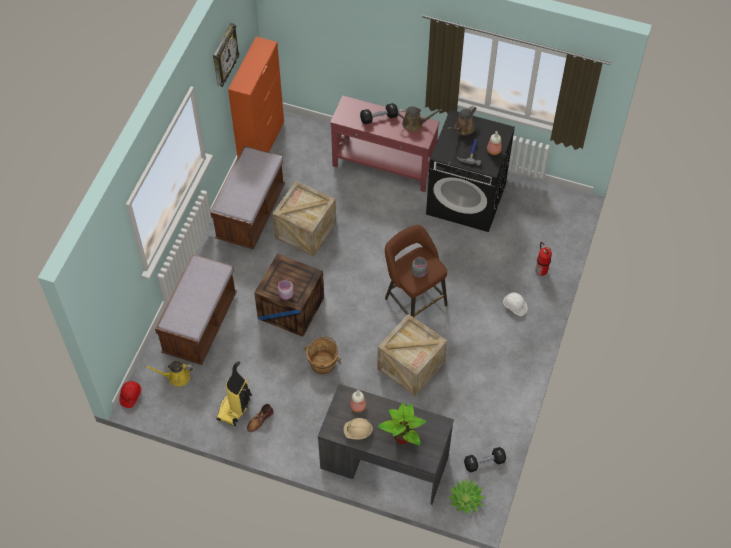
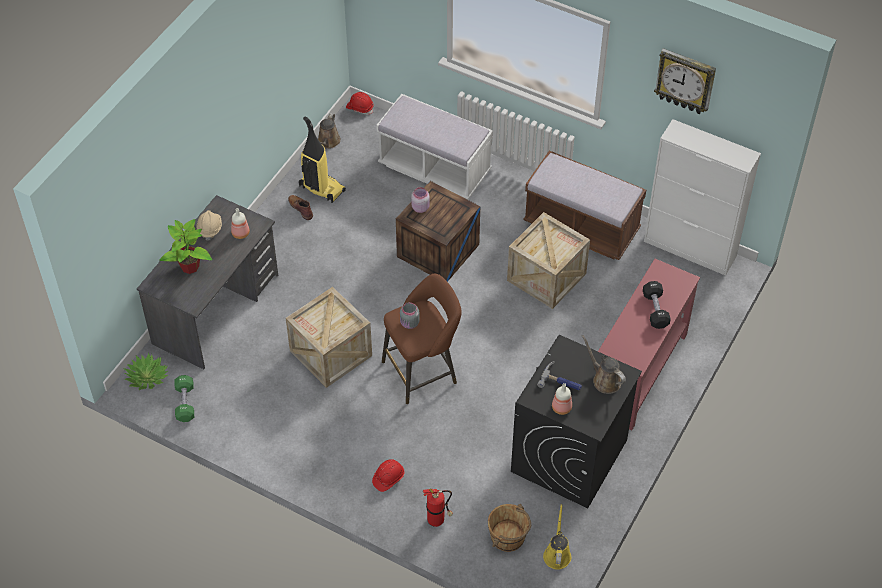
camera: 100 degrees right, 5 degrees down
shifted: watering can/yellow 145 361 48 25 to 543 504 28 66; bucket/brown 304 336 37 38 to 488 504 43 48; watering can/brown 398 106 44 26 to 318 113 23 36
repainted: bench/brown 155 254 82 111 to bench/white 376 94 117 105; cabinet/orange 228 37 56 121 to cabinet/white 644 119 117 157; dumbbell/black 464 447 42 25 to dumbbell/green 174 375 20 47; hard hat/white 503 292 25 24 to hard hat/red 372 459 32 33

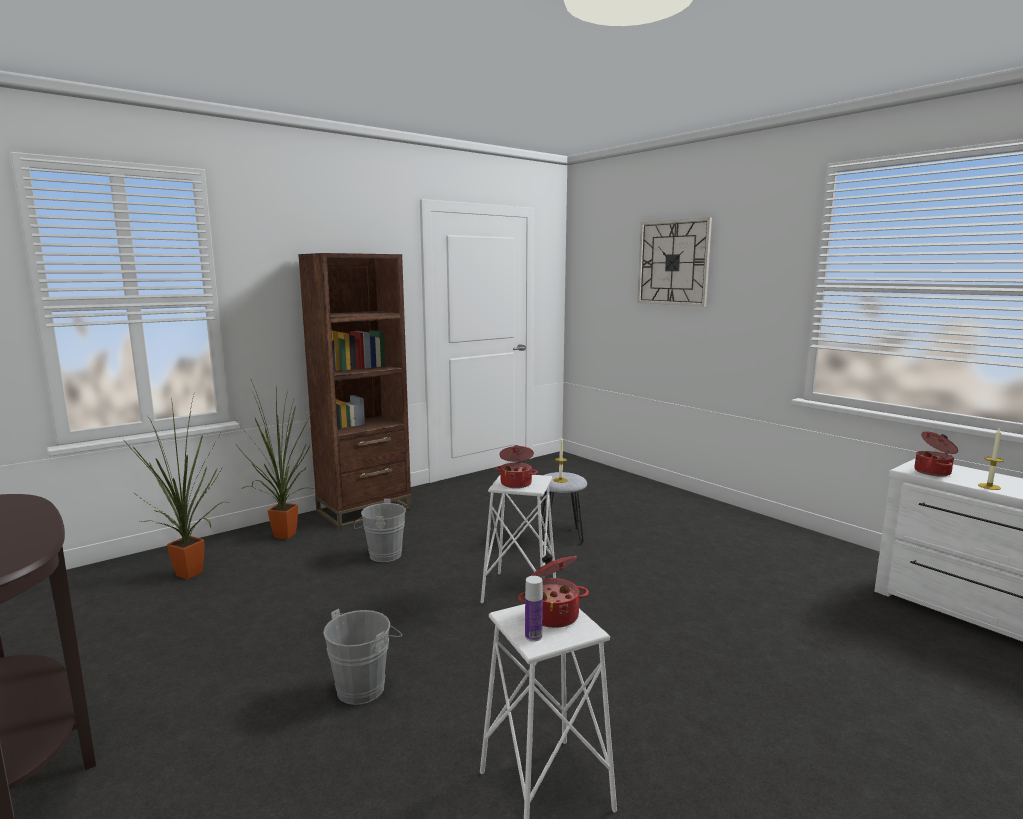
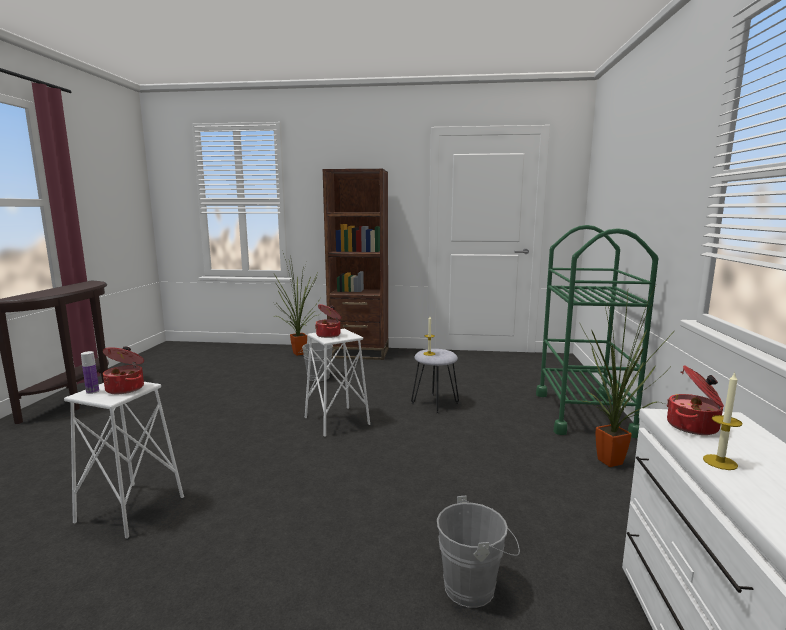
camera: 45 degrees right, 0 degrees up
gone: wall clock 637 217 75 89
new: cart/green 536 225 122 214
shifted: potted plant 125 391 98 188 to 580 285 92 182; bucket/grey 323 609 79 96 to 437 496 83 112

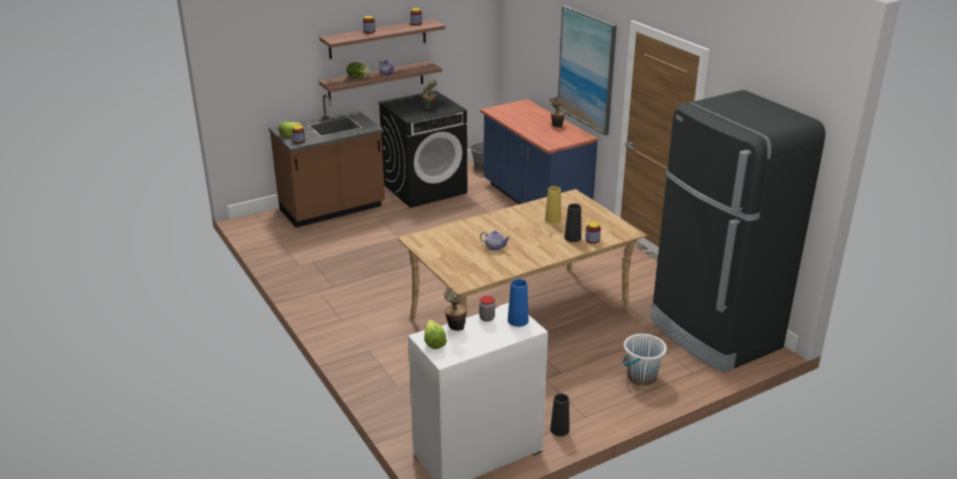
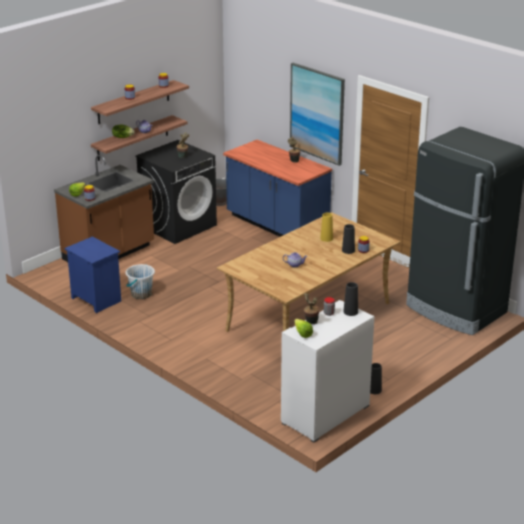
camera: 15 degrees left, 0 degrees up
new: nightstand/blue 65 236 56 77
shifted: bucket/white 622 334 45 52 to 126 264 29 35
repainted: vase/blue 508 279 21 48 to vase/black 343 282 15 34

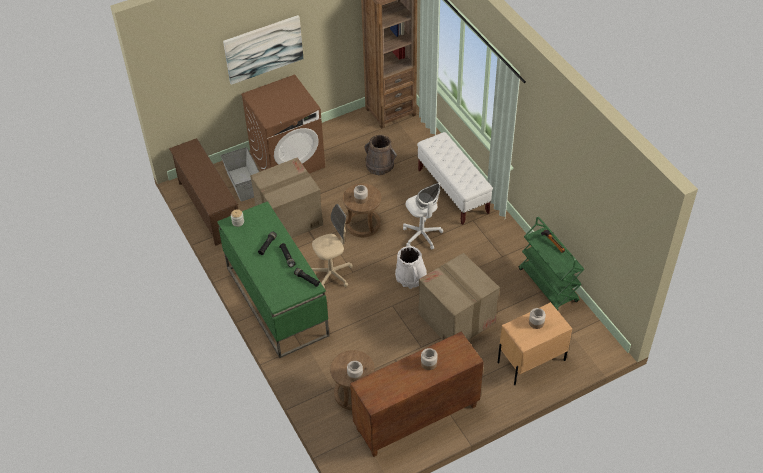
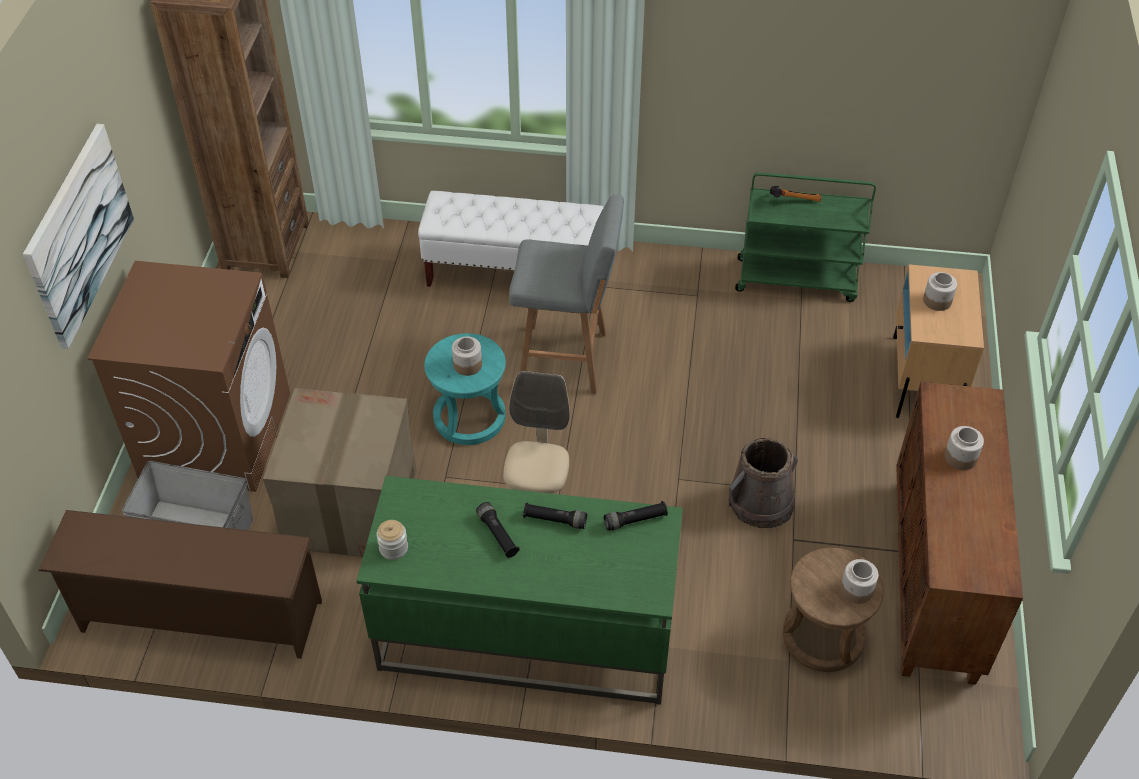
camera: 55 degrees left, 0 degrees up
gone: bucket/white 395 246 32 43; cardboard box 418 253 82 87
shifted: bucket/brown 364 135 33 41 to 728 438 70 90
swapped: office chair/white 403 182 40 68 to stool/grey 509 195 115 199
repainted: stool/brown 343 183 38 54 to stool/turquoise 424 333 82 112

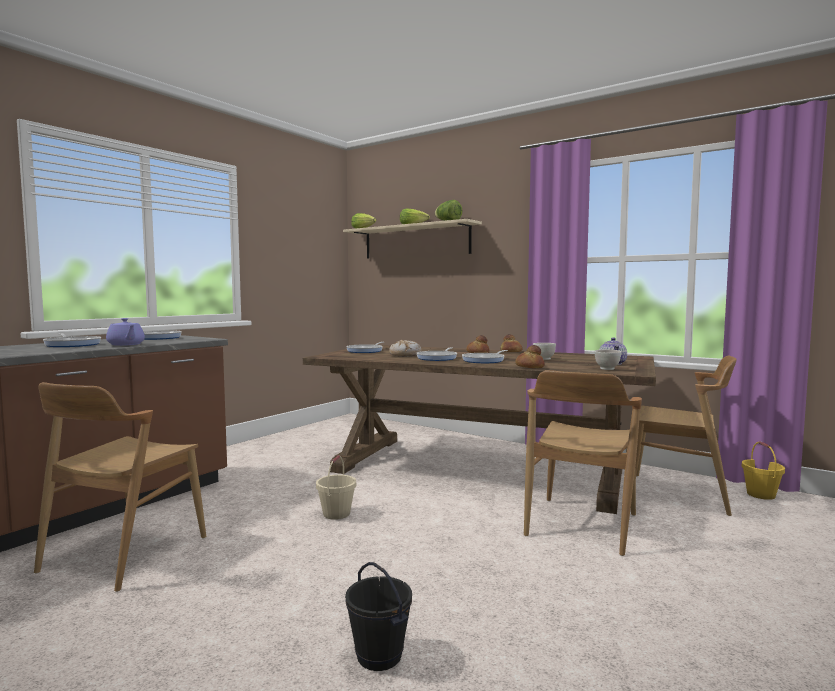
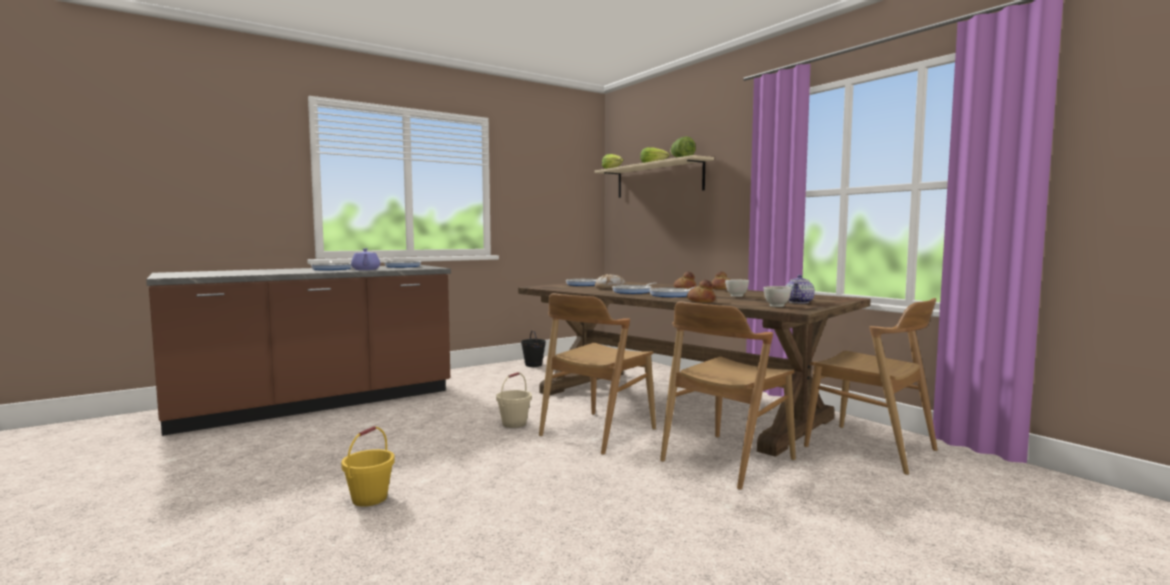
camera: 20 degrees right, 0 degrees up
shifted: chair/brown 34 382 172 210 to 539 293 117 162; bucket/black 345 562 67 109 to 521 330 25 37; bucket/yellow 742 441 43 59 to 341 426 54 81

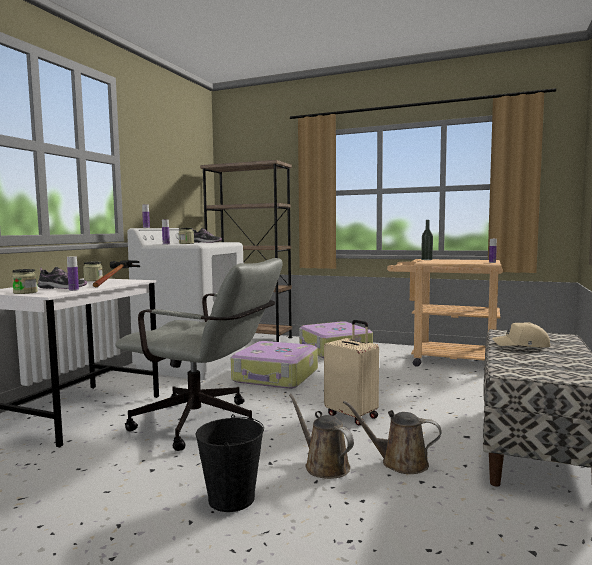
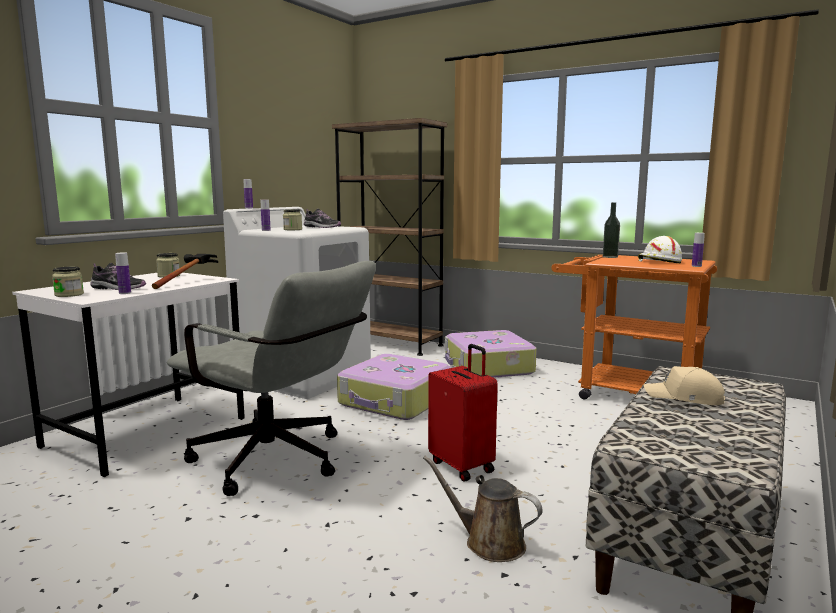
camera: 10 degrees right, 5 degrees up
gone: bucket/black 196 414 68 98; watering can/brown 289 394 65 85
new: hard hat/white 638 236 44 27
repainted: suitcase/beige 324 320 55 105 to suitcase/red 428 344 70 137; cart/beige 387 259 116 108 to cart/orange 551 255 166 145

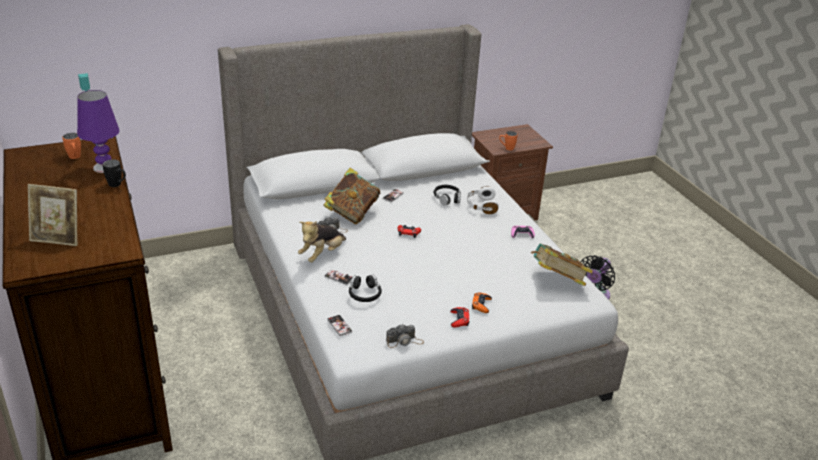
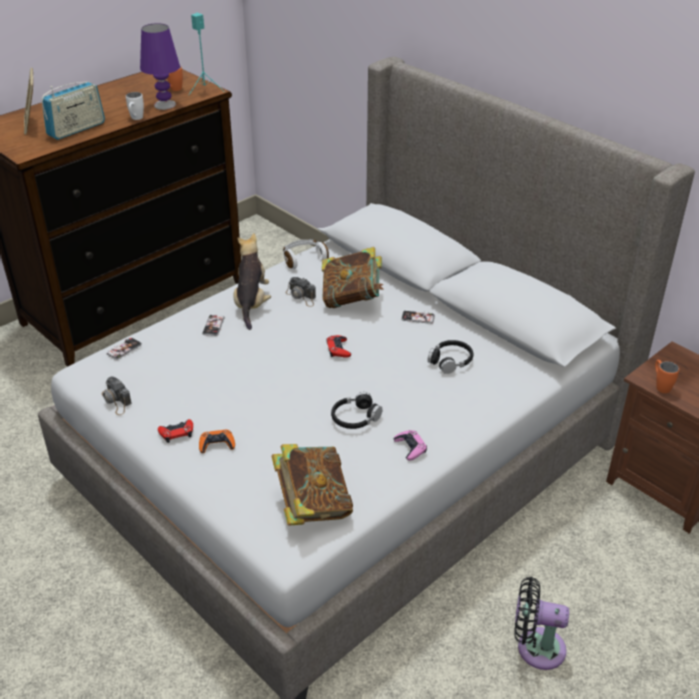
camera: 70 degrees right, 5 degrees up
new: radio 41 82 64 58
shifted: headphones/black 349 275 33 27 to 331 392 52 37; headphones/white 467 186 32 28 to 283 239 46 30
repainted: mug/black 103 159 23 28 to mug/white 126 92 18 28
rotated: plush toy 298 221 48 41 = 233 233 38 97 75 degrees clockwise

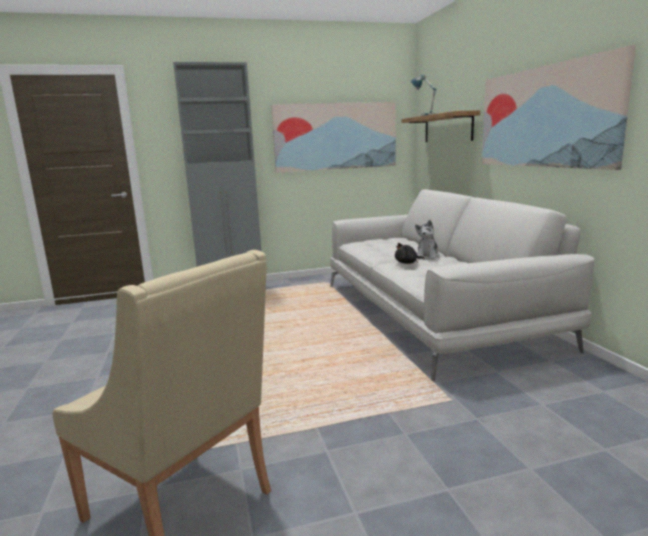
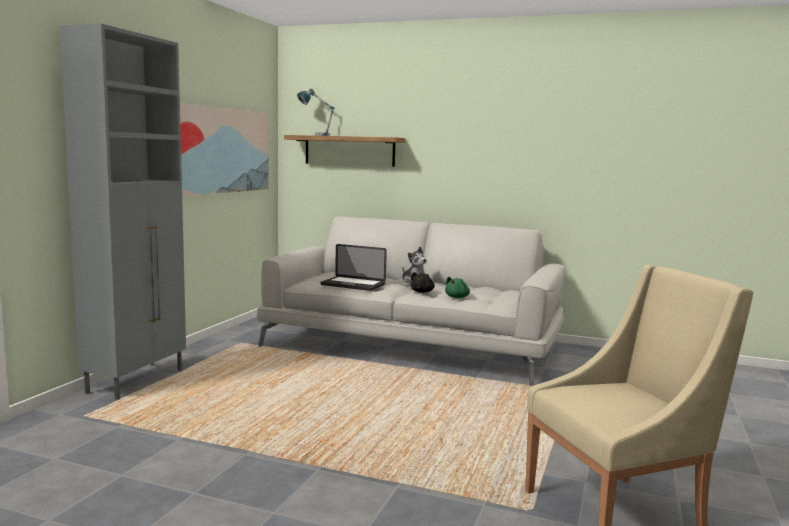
camera: 55 degrees left, 5 degrees down
gone: picture 482 45 154 125
new: laptop 320 244 67 47; plush toy/green 445 277 25 21

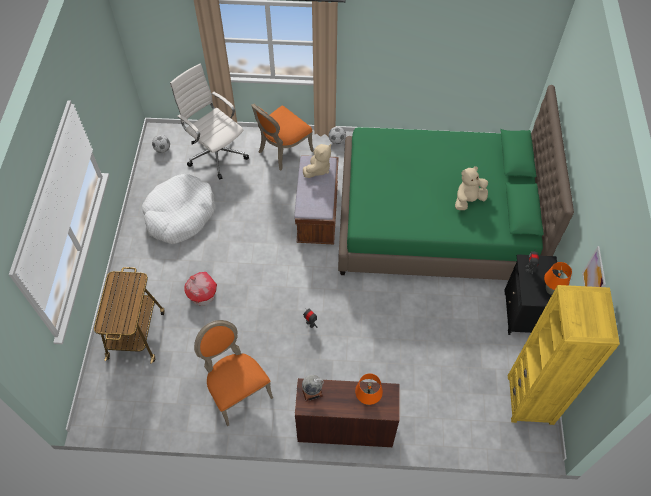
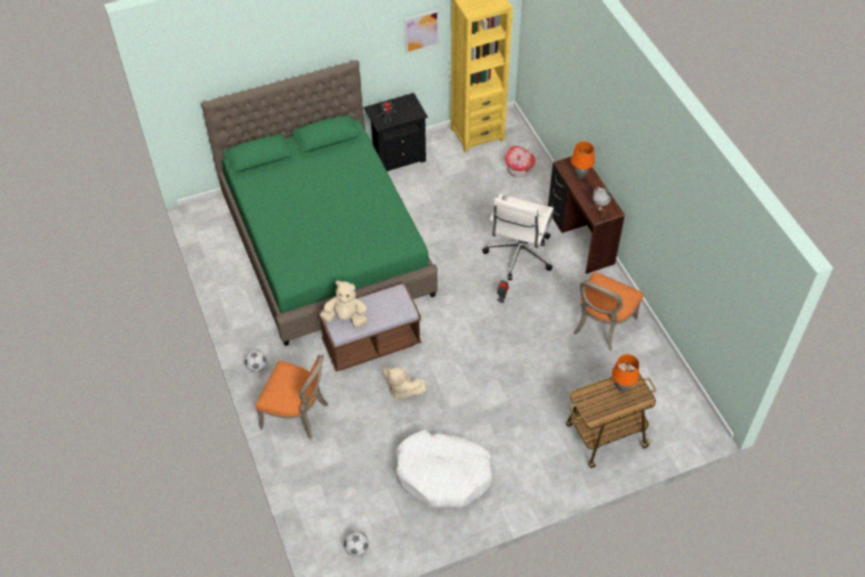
camera: 115 degrees left, 5 degrees down
shifted: office chair/white 170 64 79 116 to 482 194 72 86; toy house 184 272 33 34 to 504 146 31 32; plush toy/beige 455 166 33 44 to 383 367 44 33; table lamp/orange 544 262 28 33 to 612 354 27 38

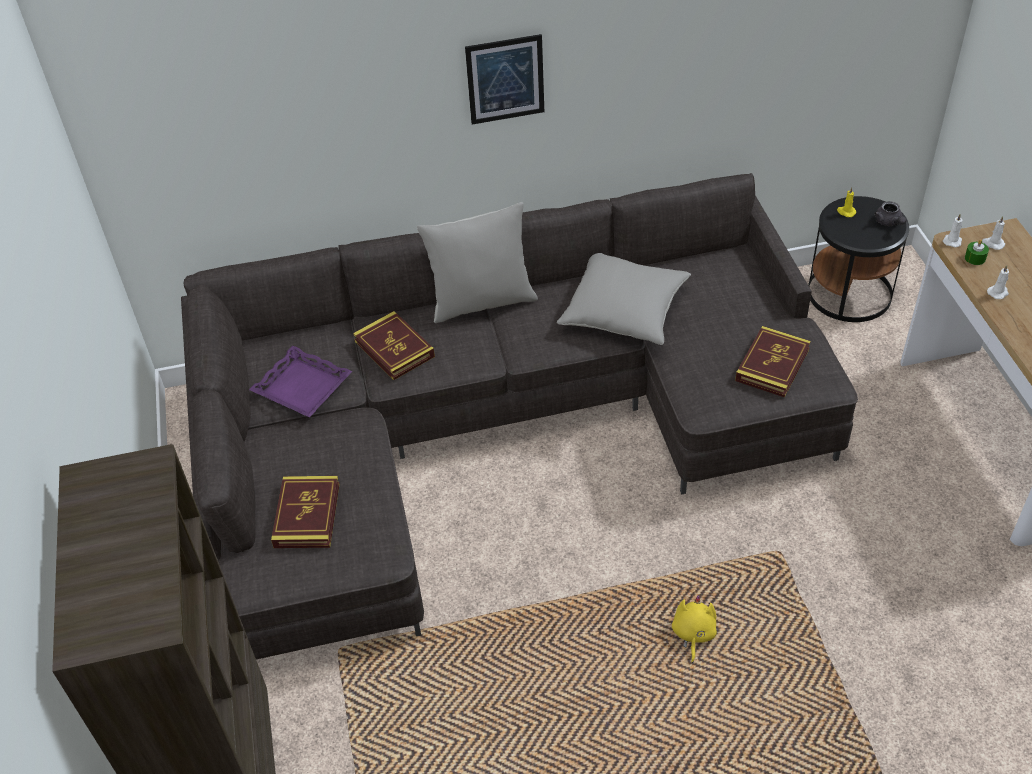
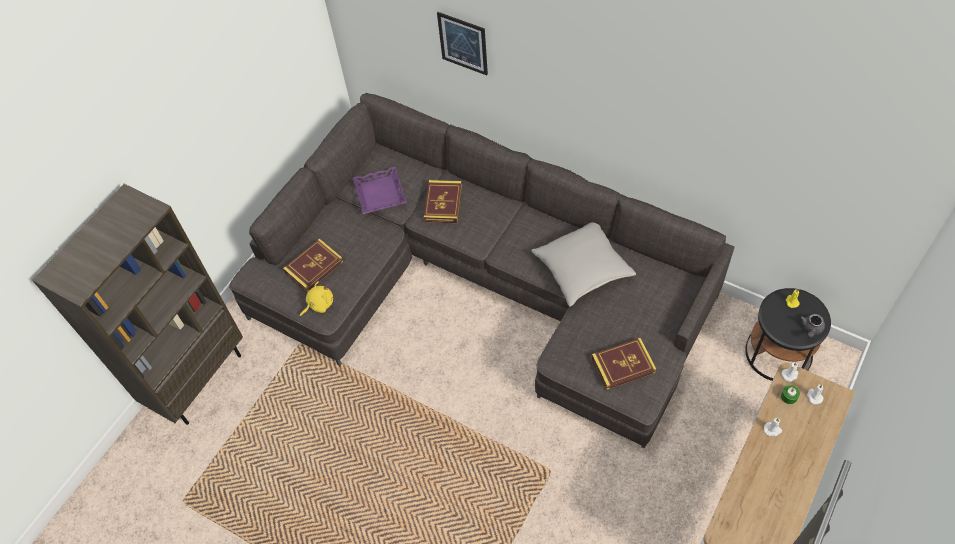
camera: 45 degrees right, 10 degrees up
gone: pillow/grey 417 202 121 121
shifted: picture 465 34 79 90 to 437 12 51 63; plush toy/yellow 672 595 45 68 to 300 281 33 35

